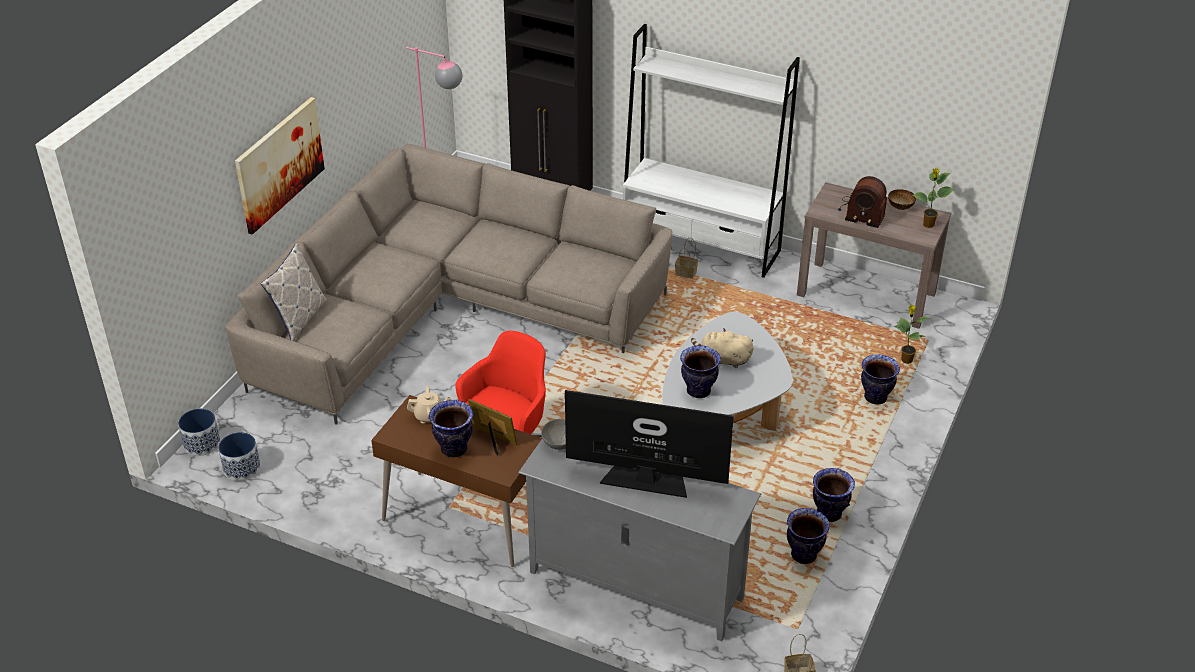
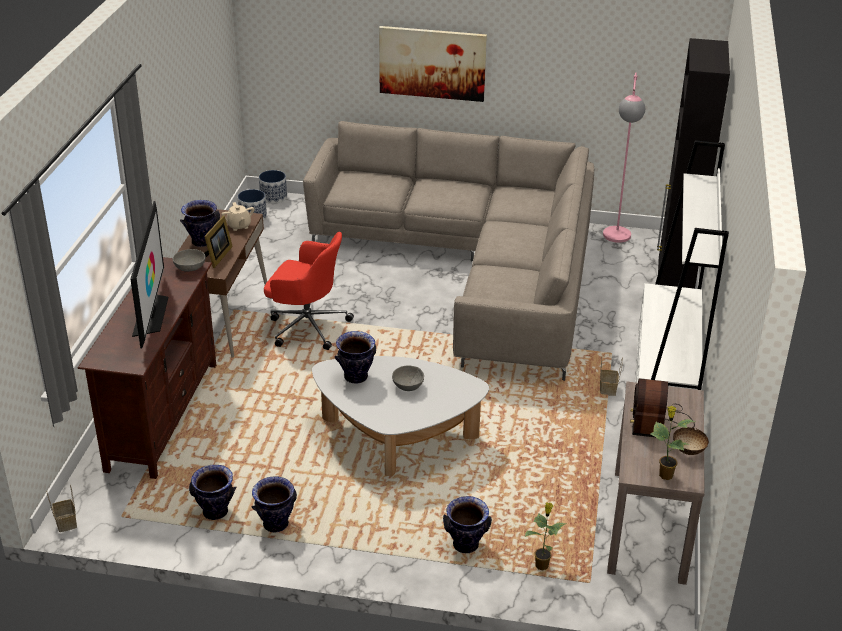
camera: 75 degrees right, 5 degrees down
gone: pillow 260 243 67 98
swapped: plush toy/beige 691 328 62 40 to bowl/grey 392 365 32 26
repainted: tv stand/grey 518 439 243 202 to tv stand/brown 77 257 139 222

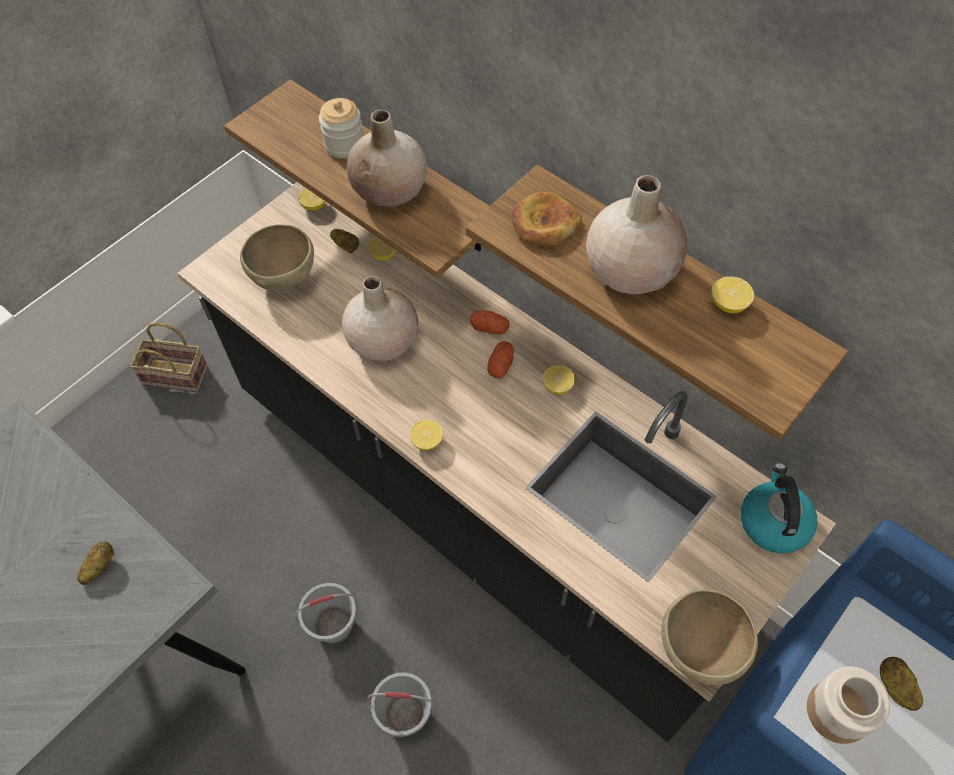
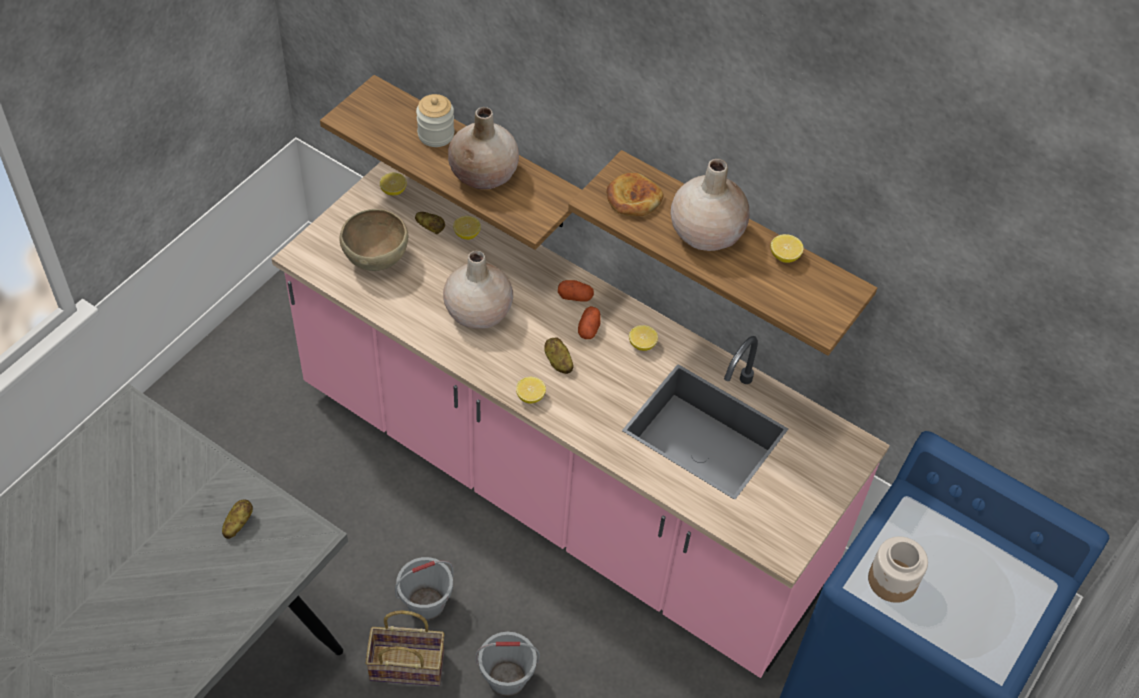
camera: 10 degrees left, 5 degrees down
gone: bowl/brown 661 589 97 96; kettle 741 463 76 91
shifted: basket 130 322 78 71 to 365 610 80 76; potato 880 657 43 54 to 544 337 30 37
repainted: counter/black 177 182 659 560 to counter/pink 272 162 618 516

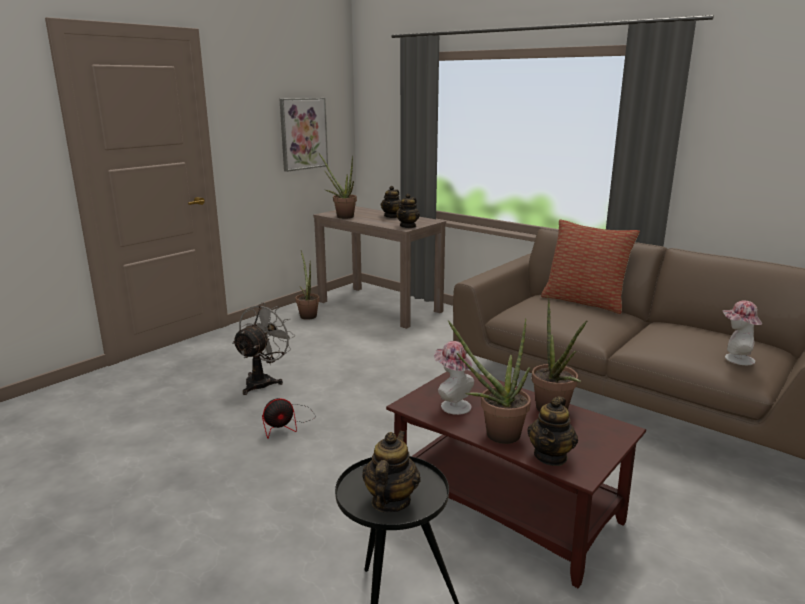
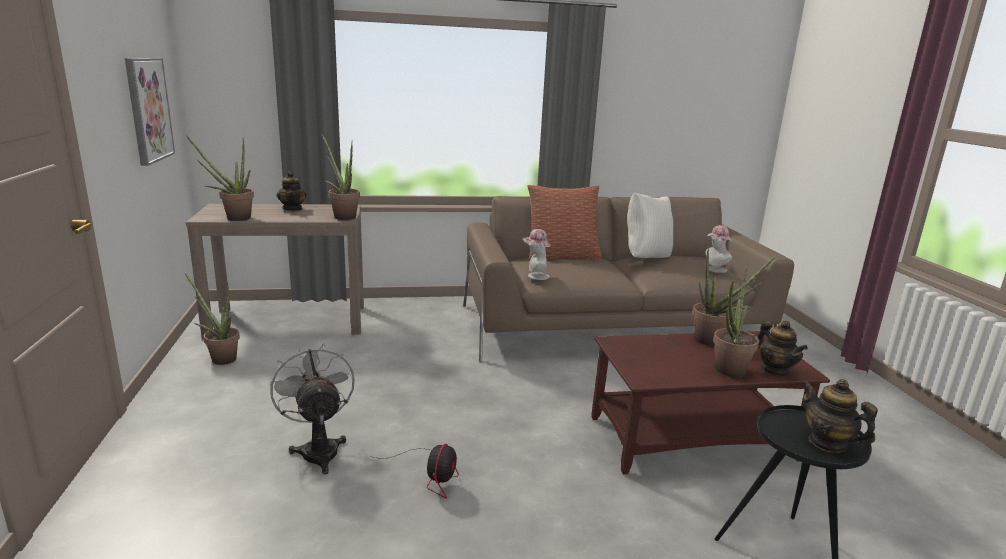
camera: 50 degrees left, 0 degrees up
new: pillow/white 627 192 46 66
shifted: hat 434 341 40 74 to 523 229 28 51
swapped: teapot 396 193 24 35 to potted plant 321 133 39 87

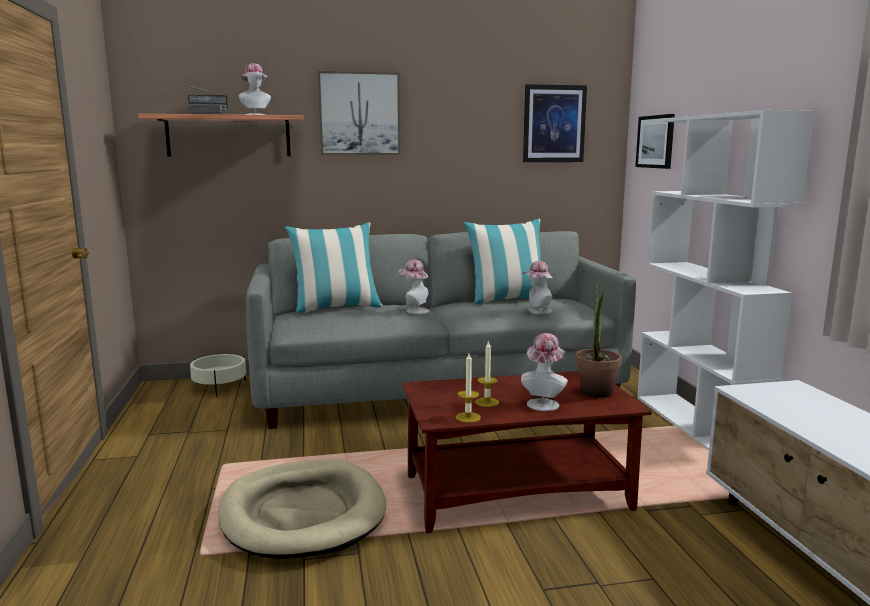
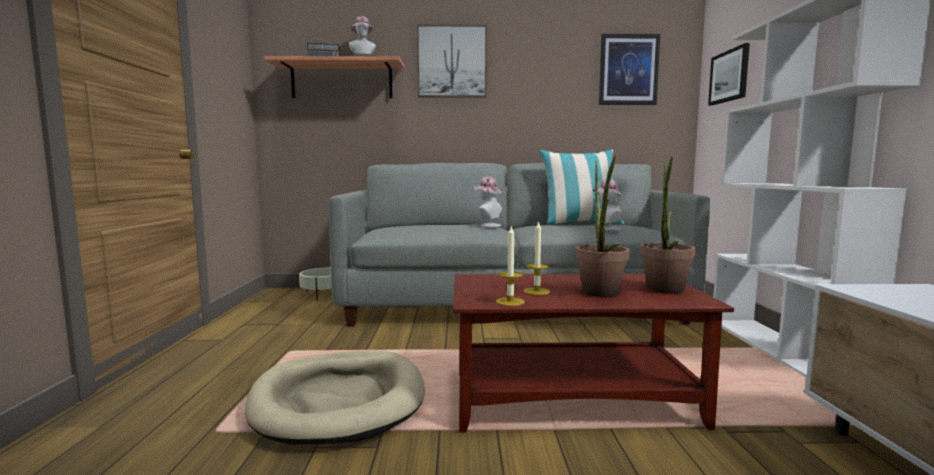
camera: 10 degrees right, 5 degrees down
gone: pillow 285 222 98 91
swapped: hat 521 333 47 78 to potted plant 576 155 54 142

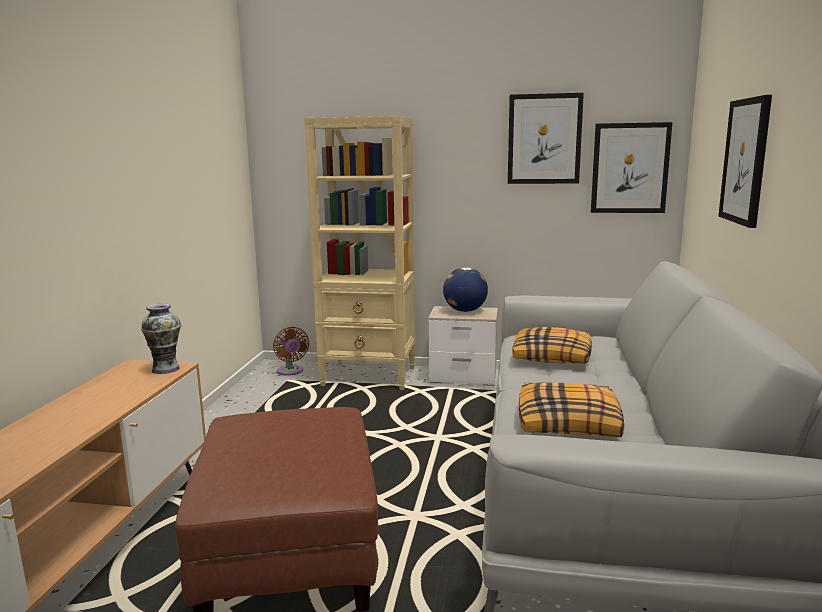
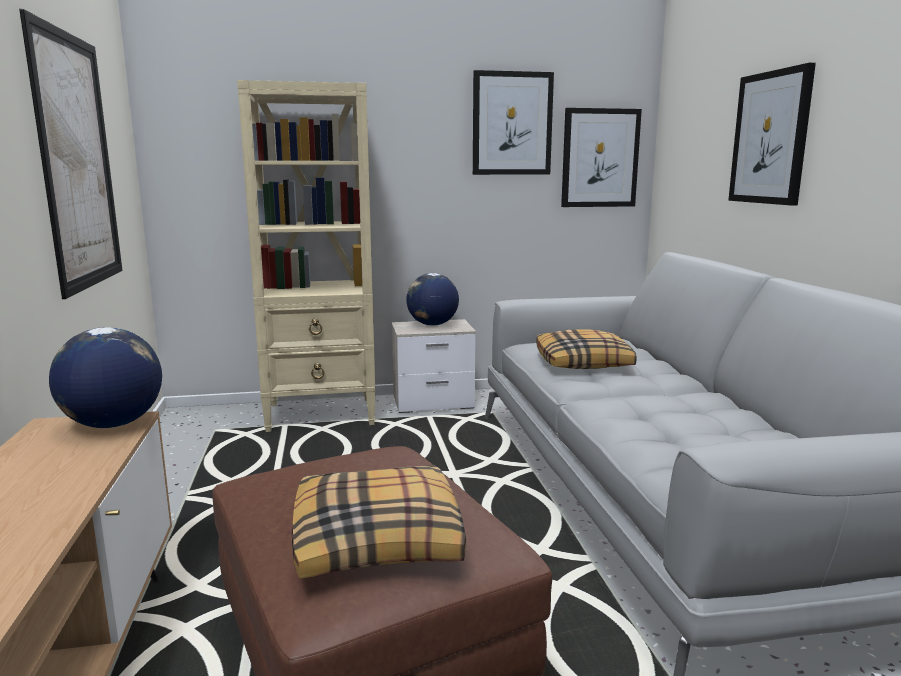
camera: 20 degrees left, 0 degrees up
gone: fan/brown 273 327 36 48
new: picture 19 9 104 290
shifted: pillow 519 382 105 55 to 292 465 174 114
swapped: vase 141 304 40 70 to globe 49 327 113 101

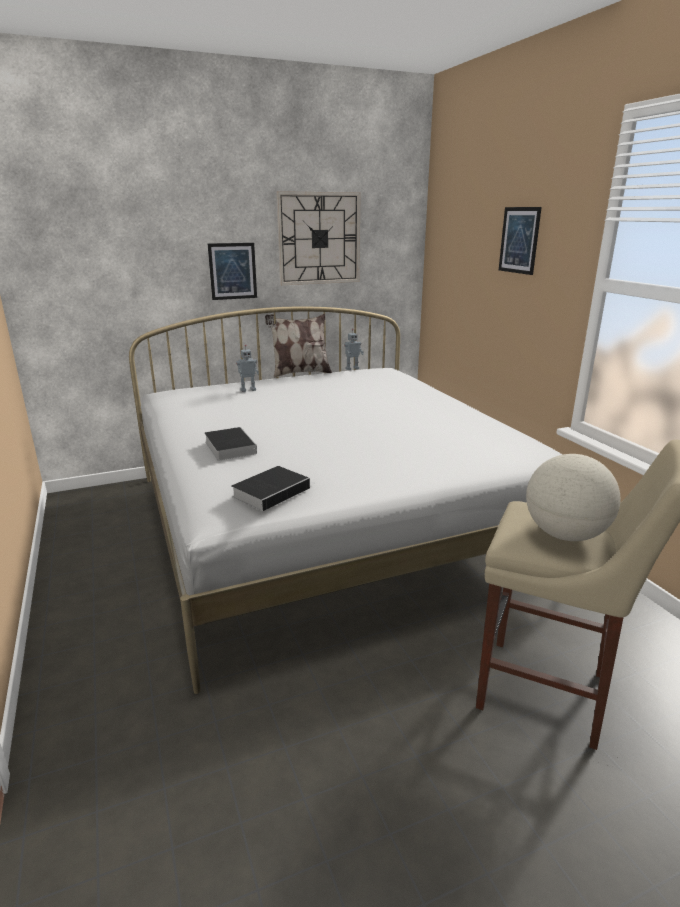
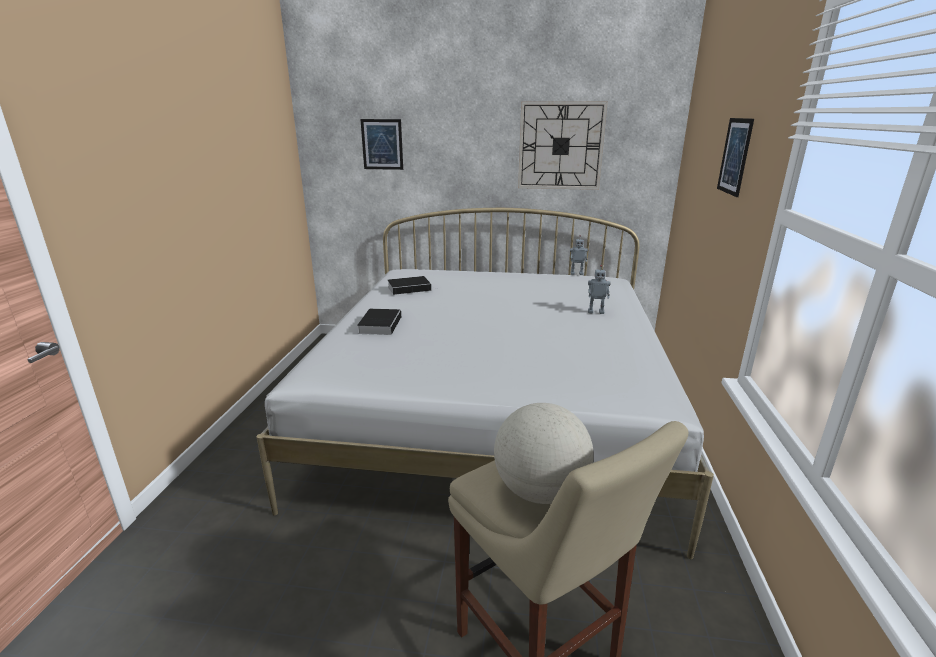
camera: 30 degrees right, 0 degrees up
gone: pillow 265 314 67 64
shifted: picture 208 243 49 57 to 361 119 42 51; book 232 466 83 45 to 388 276 49 19; toy robot 236 345 23 47 to 588 265 22 49

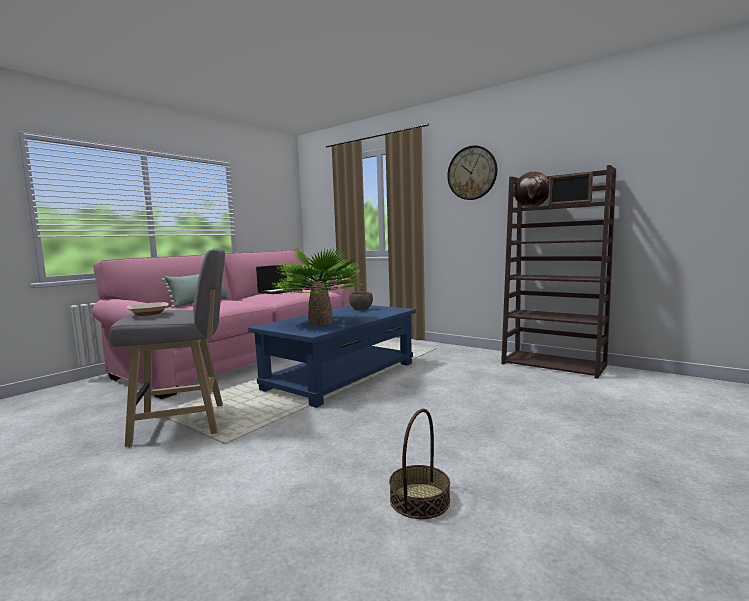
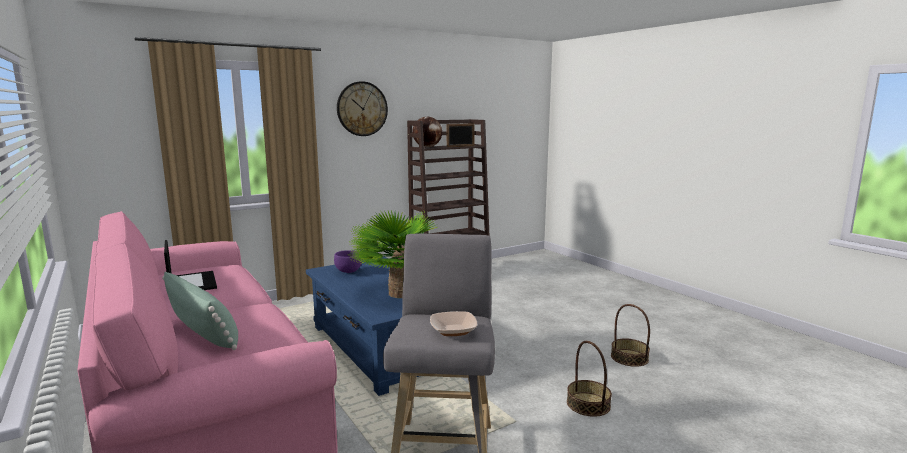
camera: 70 degrees left, 5 degrees up
new: basket 567 341 45 76
repainted: bowl/brown 349 292 24 18 to bowl/purple 334 250 29 23

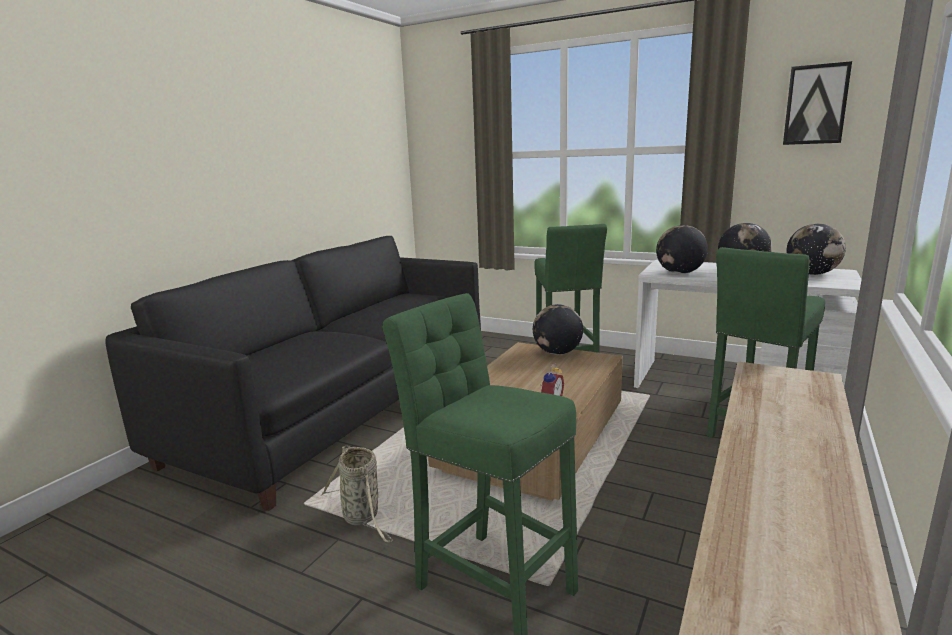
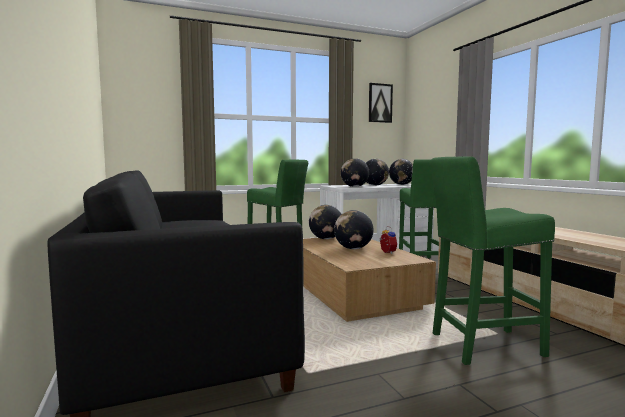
camera: 50 degrees left, 10 degrees down
gone: basket 321 445 72 97
new: globe 334 210 39 39

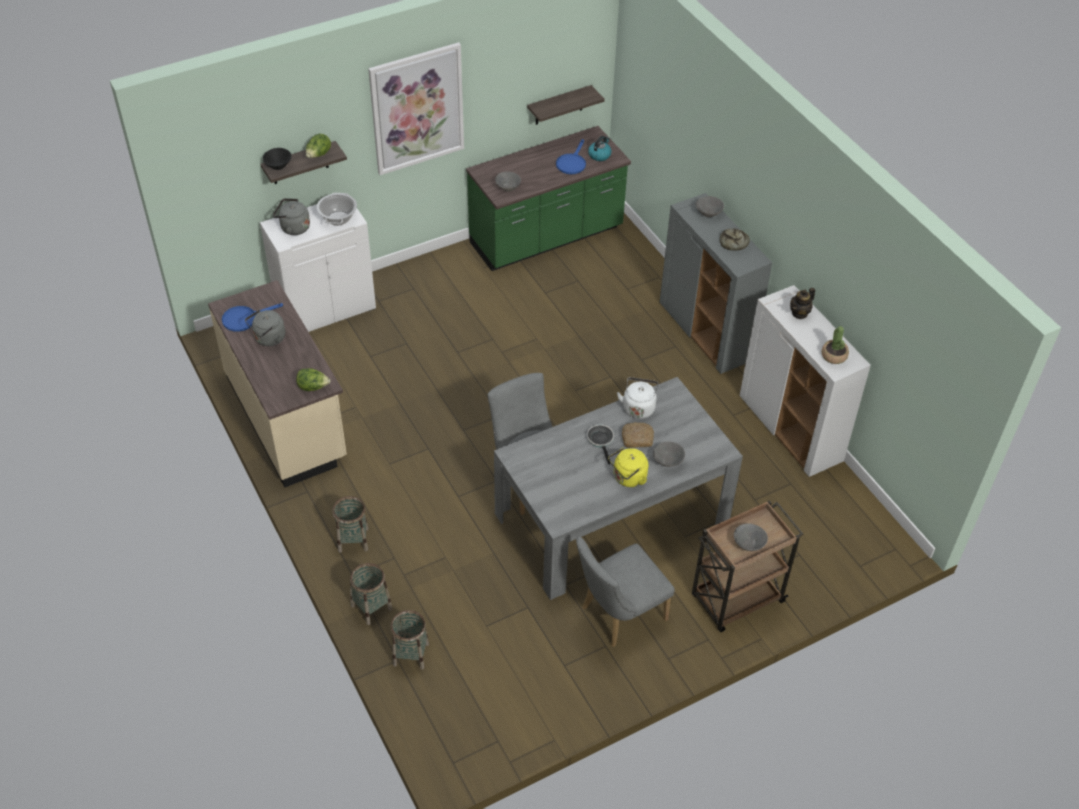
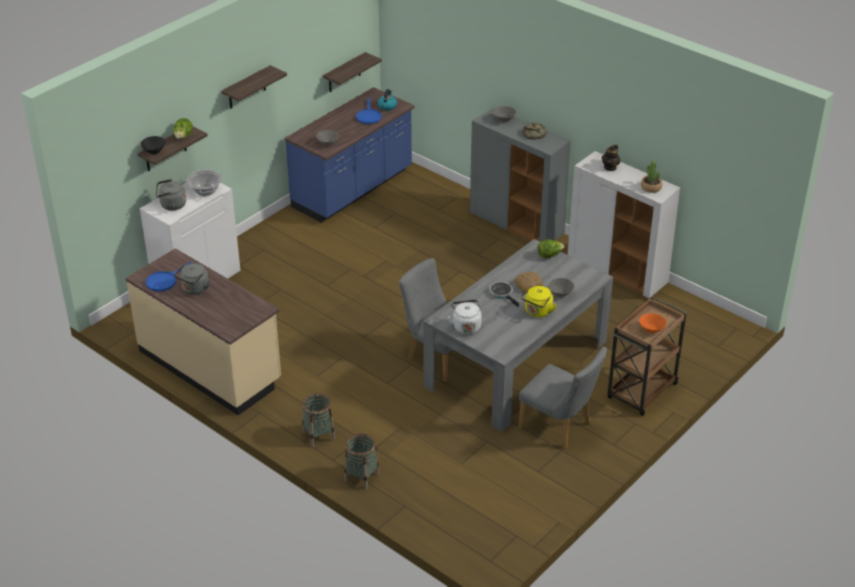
camera: 20 degrees left, 10 degrees down
gone: basket 391 610 38 60
shifted: lettuce 296 368 34 23 to 538 239 27 19; kettle/white 617 377 41 42 to 447 300 35 34
swapped: picture 368 42 96 133 to shelf 221 65 66 44
repainted: counter/green 466 126 165 145 to counter/blue 285 87 129 136; bowl/grey 734 523 34 28 to bowl/orange 639 313 27 20
rotated: chair/grey 576 536 99 111 = 518 347 89 102 90 degrees counterclockwise

